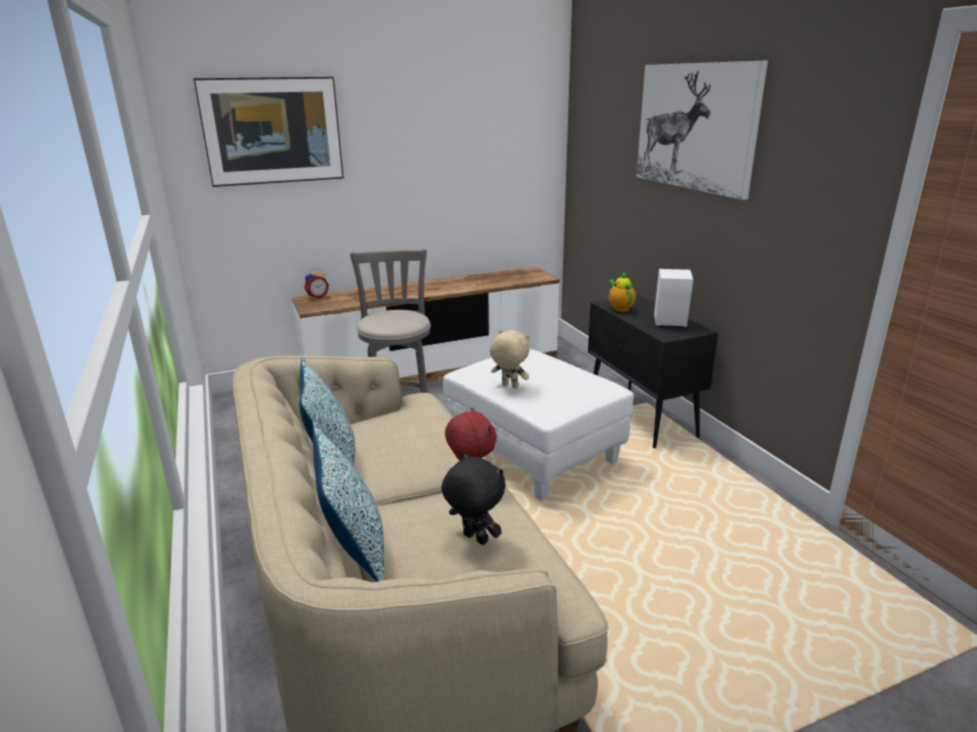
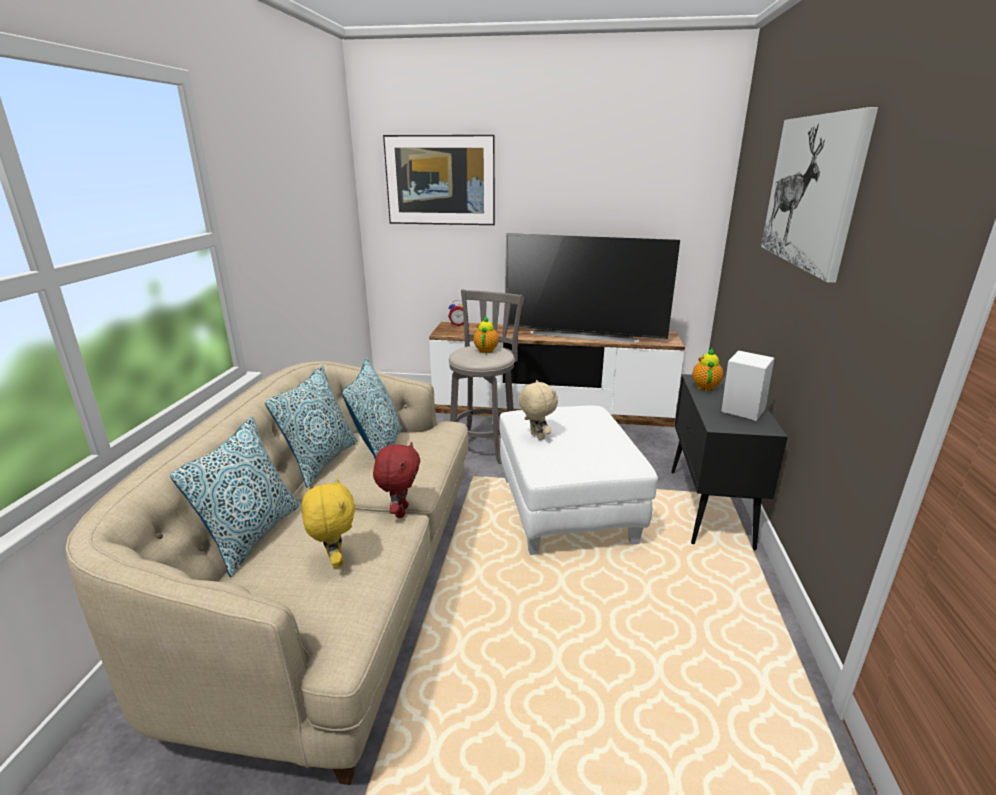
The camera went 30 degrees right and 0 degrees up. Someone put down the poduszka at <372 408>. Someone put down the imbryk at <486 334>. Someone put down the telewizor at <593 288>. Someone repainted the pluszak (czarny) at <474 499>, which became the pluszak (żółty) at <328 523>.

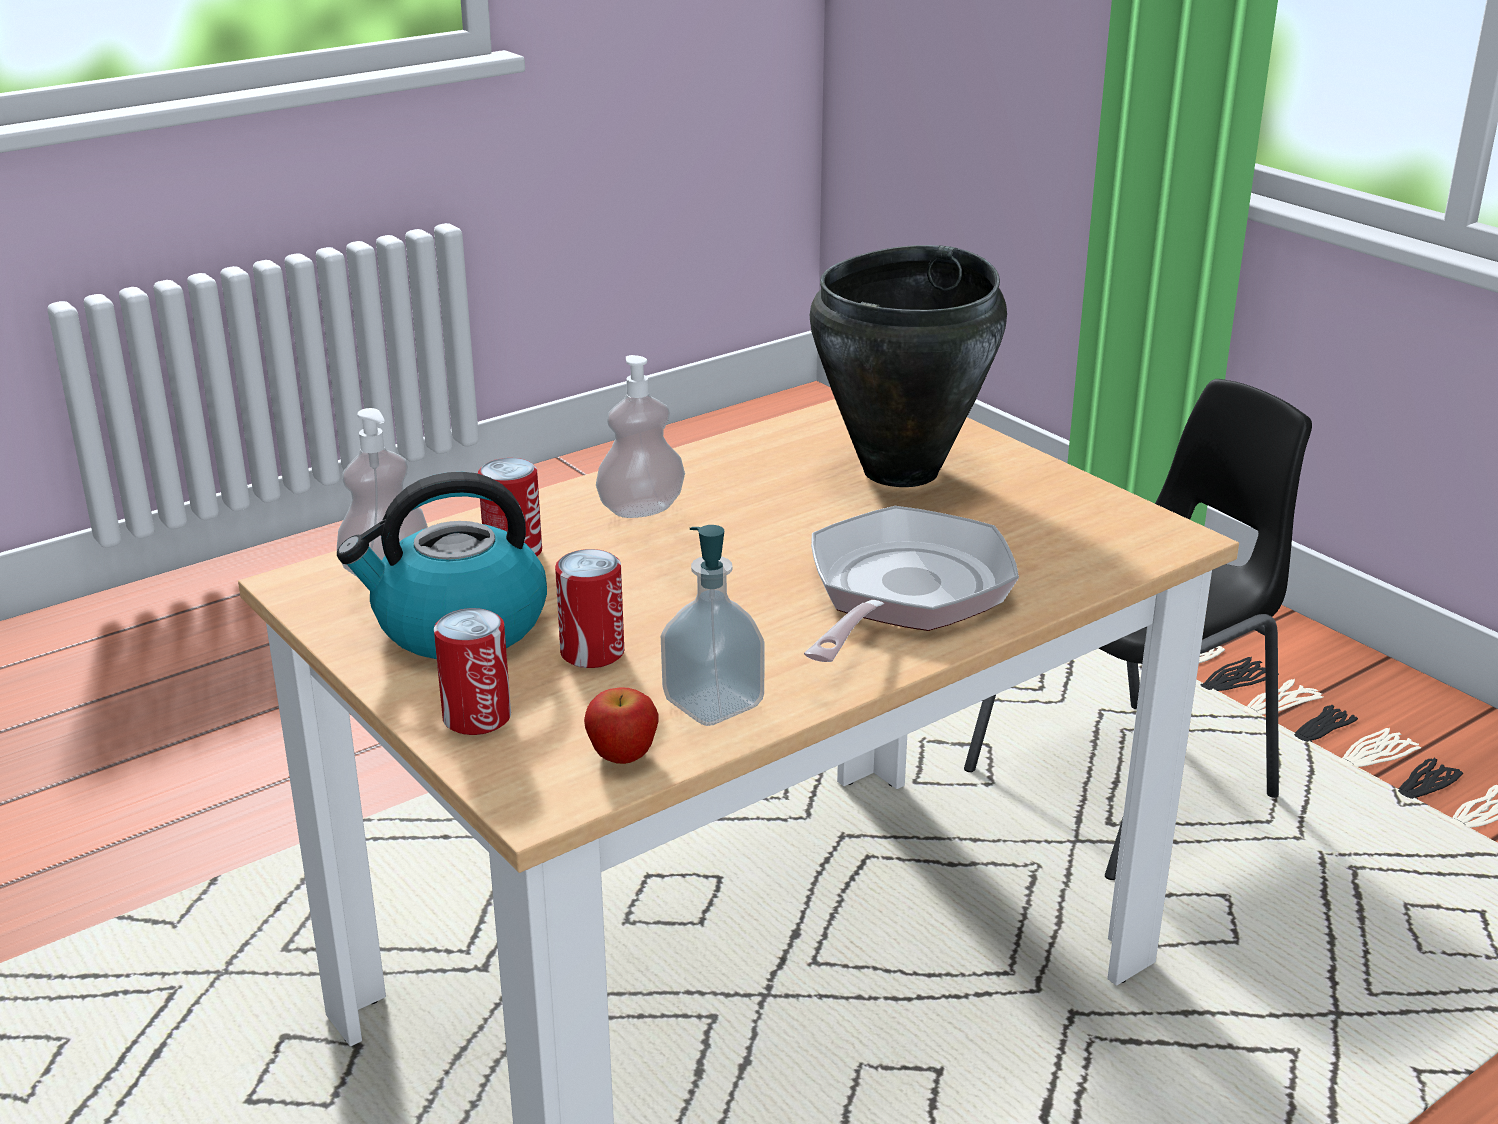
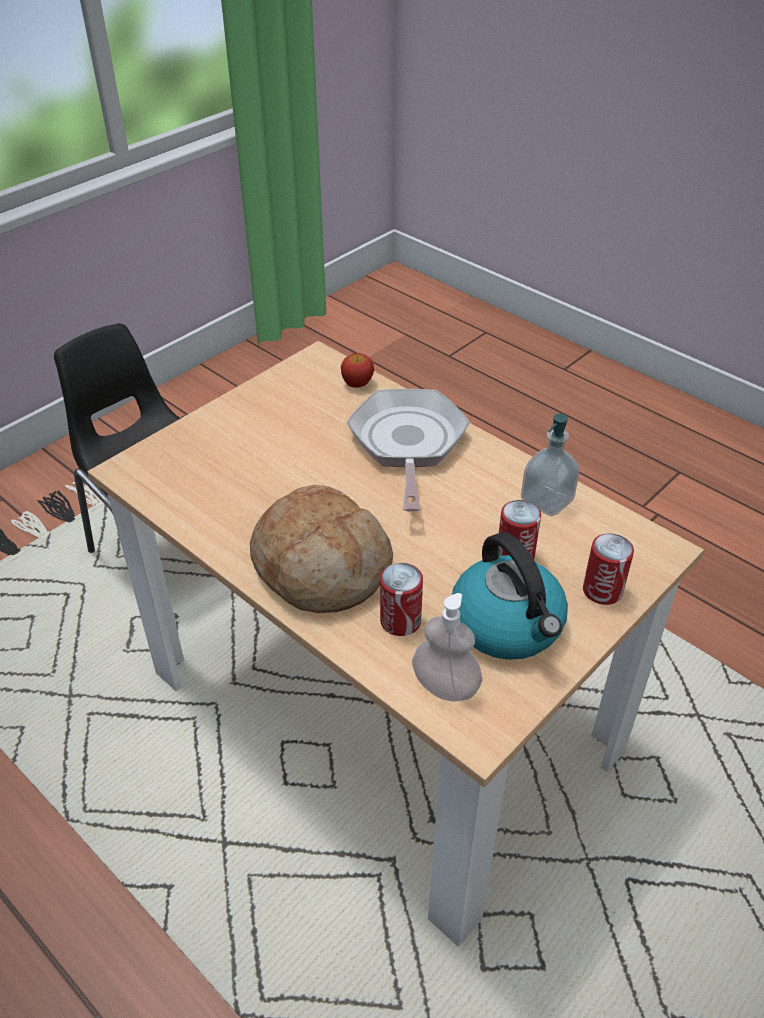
The camera went 100 degrees left and 15 degrees up. Someone took away the garnek (czarny) at <908 366>. Someone carried the jabłko from <621 726> to <357 370>. Someone swapped the dozownik mydła at <640 436> for the chleb at <321 549>. Someone rotated the patelnia at <911 584> by 75 degrees clockwise.

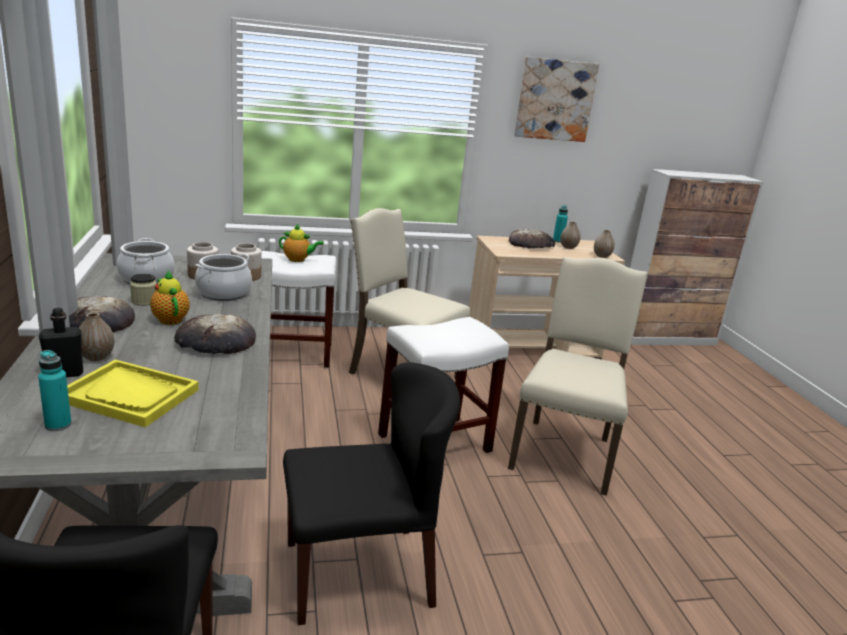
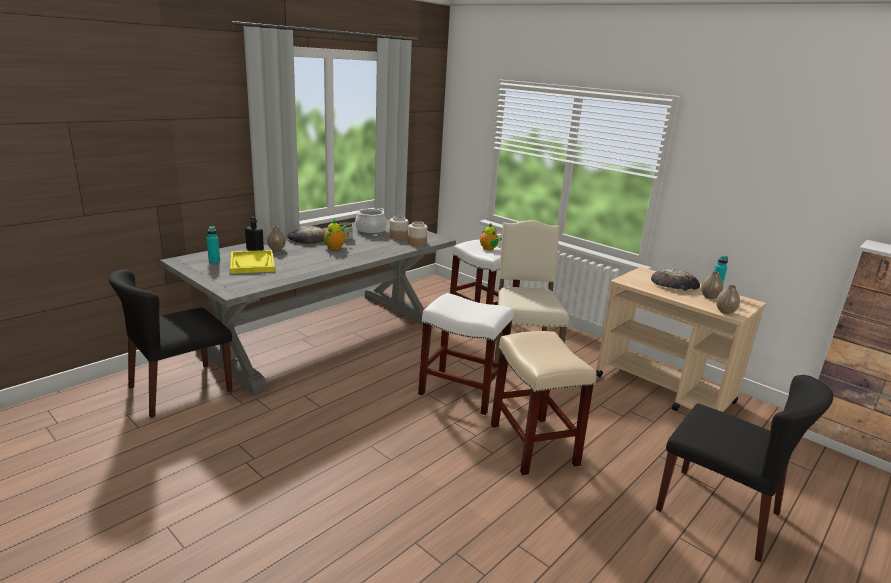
The camera went 55 degrees right and 0 degrees up. Someone took away the chleb at <215 334>. Someone took away the garnek at <223 277>. Someone took away the obraz at <556 99>. Someone carried the krzesło (czarny) from <371 493> to <744 469>. Someone swapped the krzesło (beżowy) at <577 376> for the stołek (beżowy) at <543 403>.

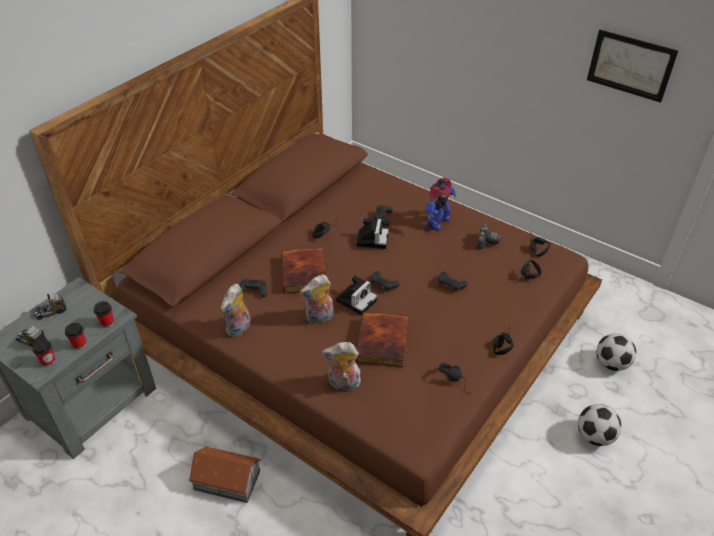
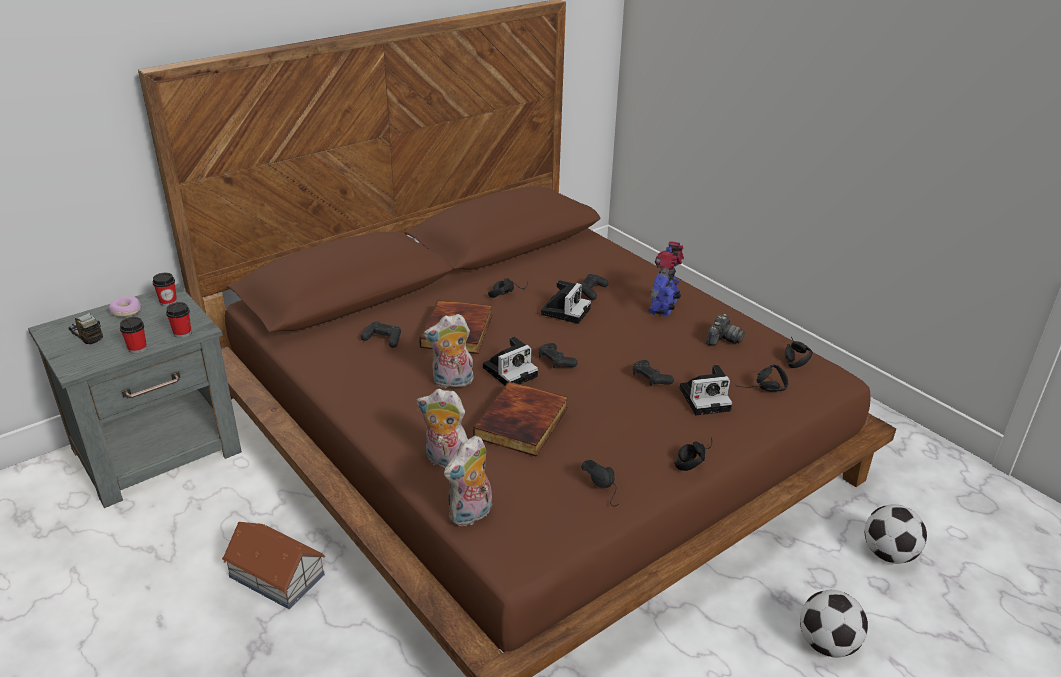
The camera went 15 degrees right and 10 degrees down. Someone took away the obraz at <632 66>. Someone put down the aparat fotograficzny at <706 390>. Someone carried the filiżanka from <43 353> to <165 290>. Someone carried the pluszak from <235 310> to <468 481>. Someone swapped the ciężarówka zabawkowa at <49 306> for the donut at <125 306>. Someone rotated the robot zabawkowy at <440 204> by 150 degrees clockwise.

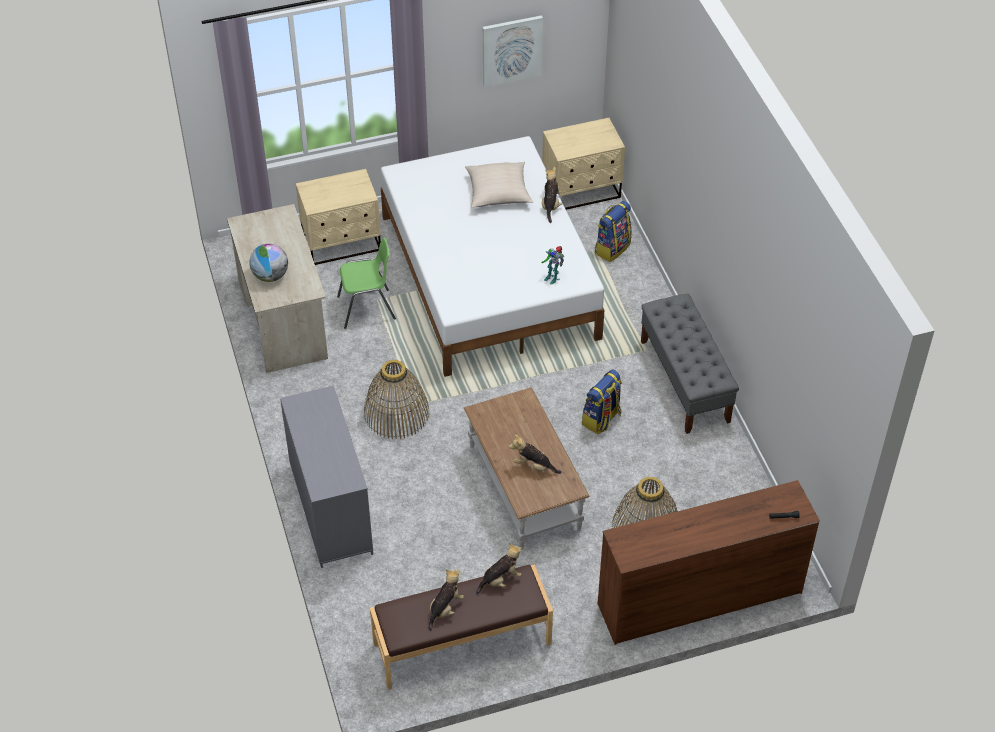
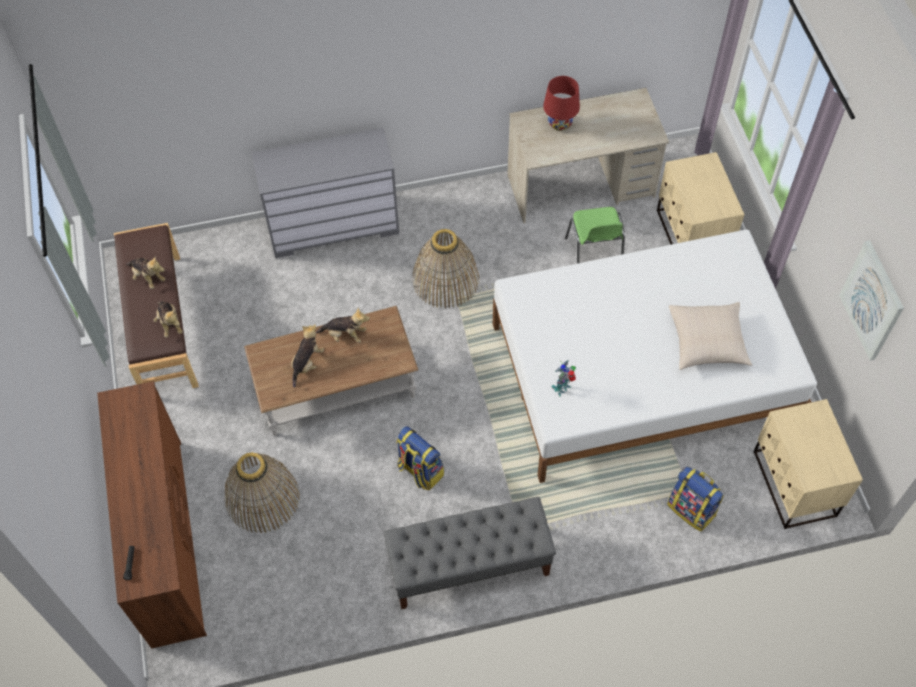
The camera went 95 degrees right and 10 degrees up. Someone carried the pluszak from <552 195> to <343 325>. Someone swapped the globus at <268 262> for the lampa stołowa (czerwony) at <561 103>.

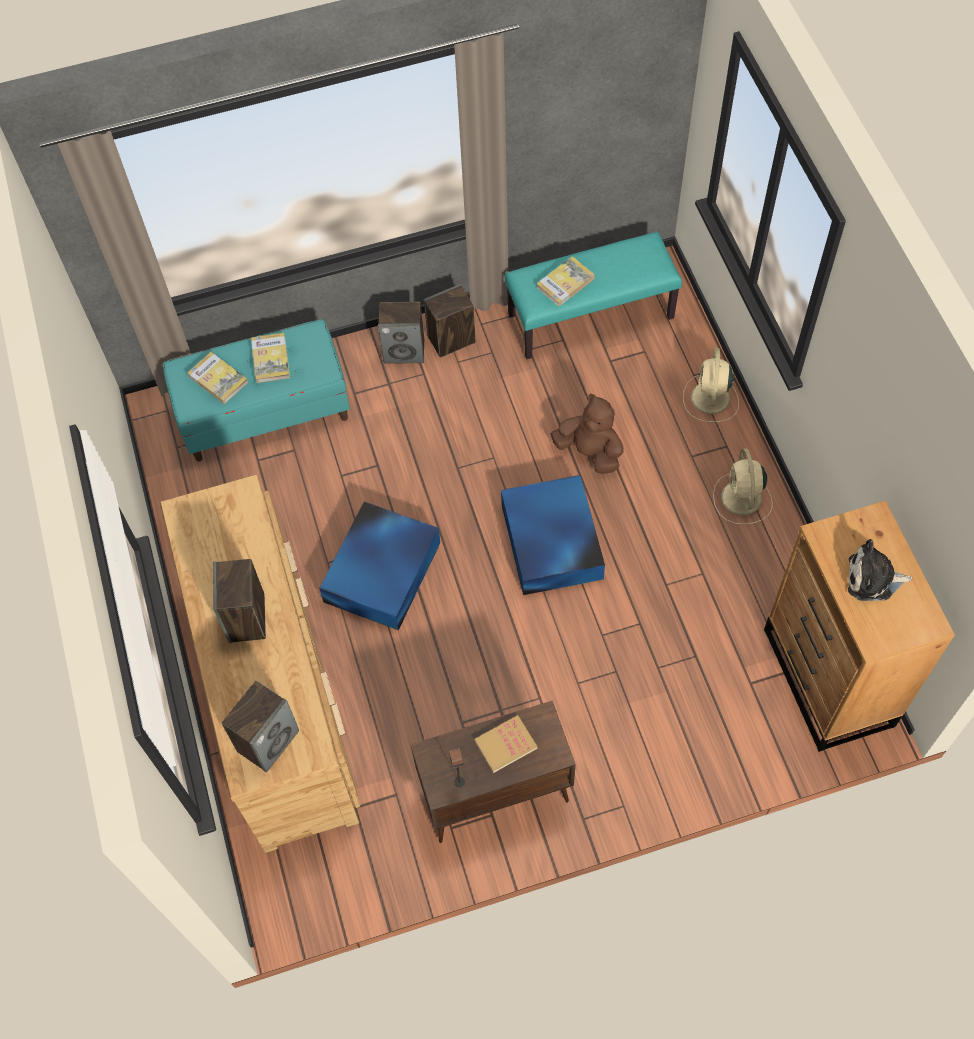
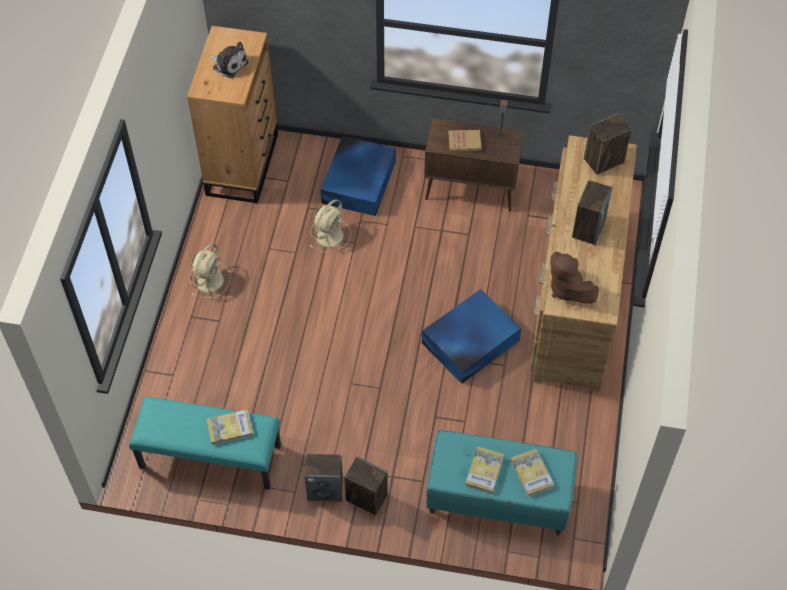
The camera went 155 degrees left and 5 degrees down. Someone carried the pojemnik do przechowywania (niebieski) from <553 535> to <358 176>. Someone carried the pluszak (brązowy) from <587 434> to <574 278>. Someone carried the wentylator (beżowy) from <711 385> to <330 226>.

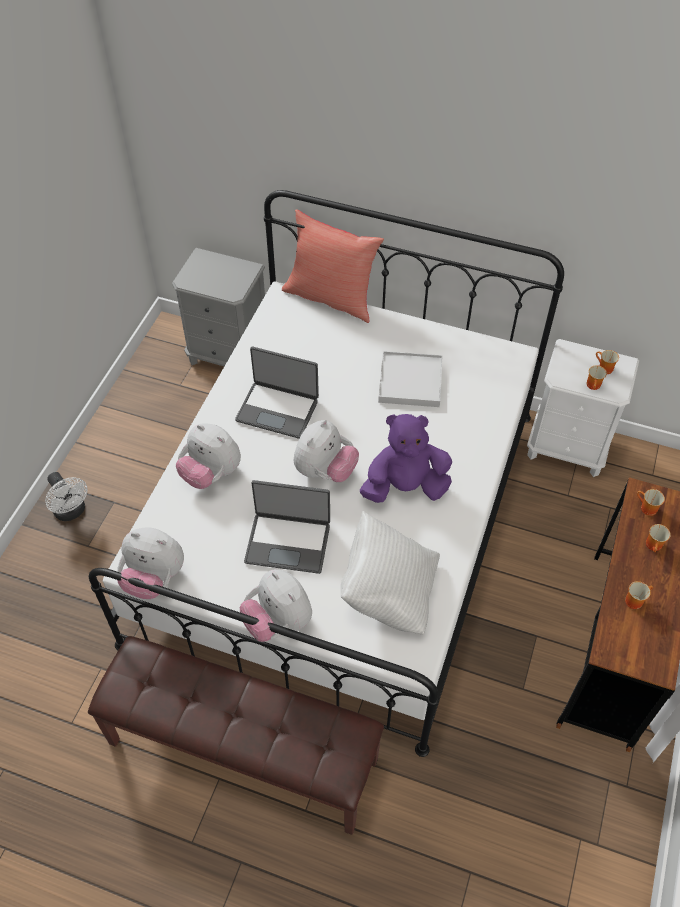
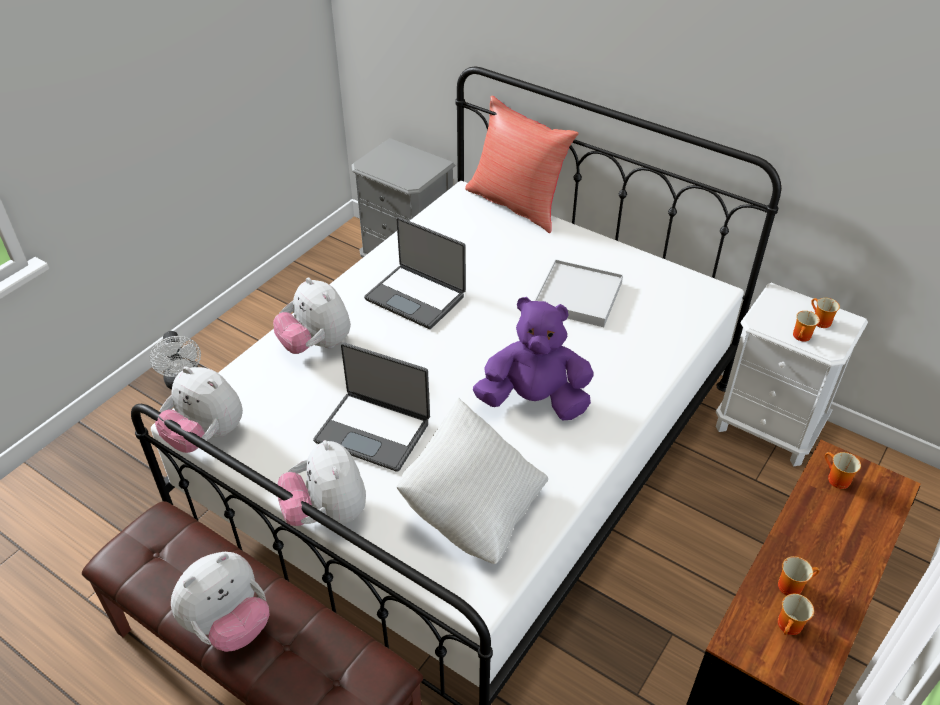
The camera went 15 degrees right and 10 degrees down. Someone carried the pluszak from <326 451> to <220 602>. Someone carried the kubek from <658 538> to <796 614>.

